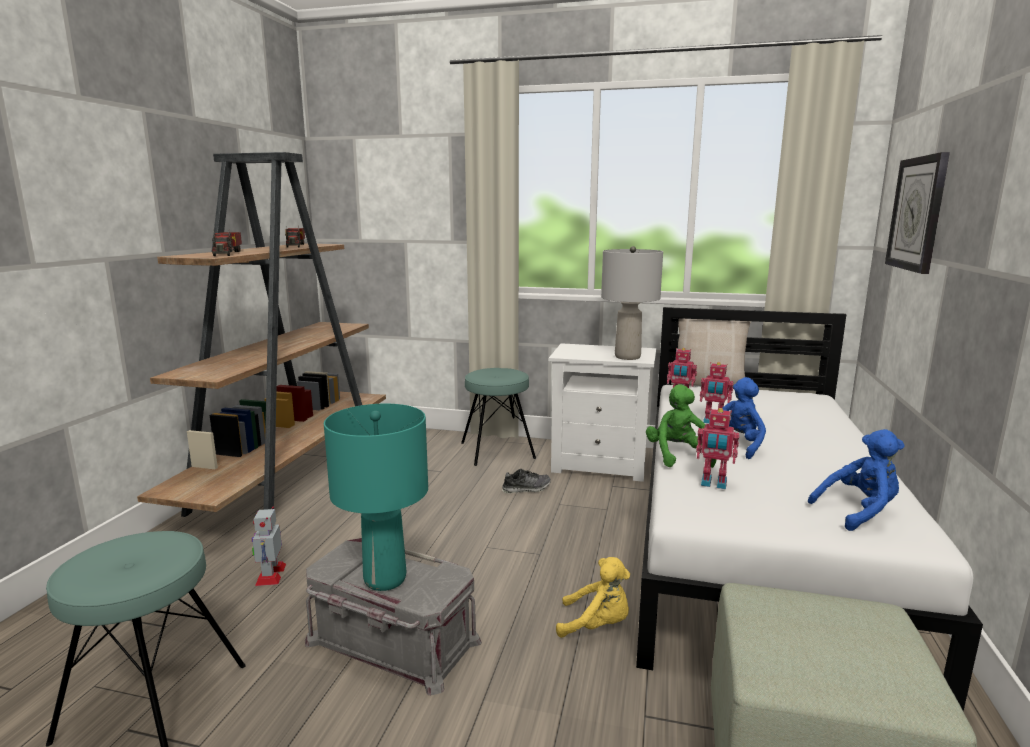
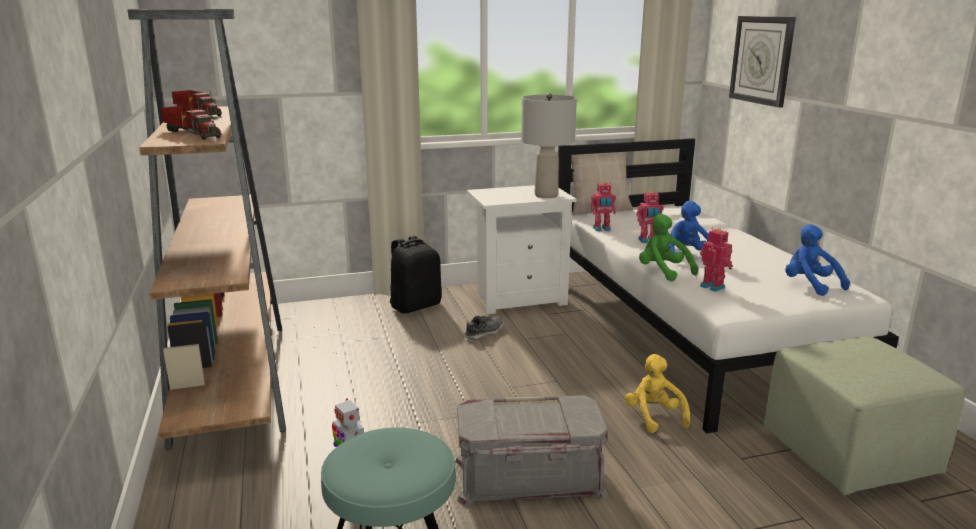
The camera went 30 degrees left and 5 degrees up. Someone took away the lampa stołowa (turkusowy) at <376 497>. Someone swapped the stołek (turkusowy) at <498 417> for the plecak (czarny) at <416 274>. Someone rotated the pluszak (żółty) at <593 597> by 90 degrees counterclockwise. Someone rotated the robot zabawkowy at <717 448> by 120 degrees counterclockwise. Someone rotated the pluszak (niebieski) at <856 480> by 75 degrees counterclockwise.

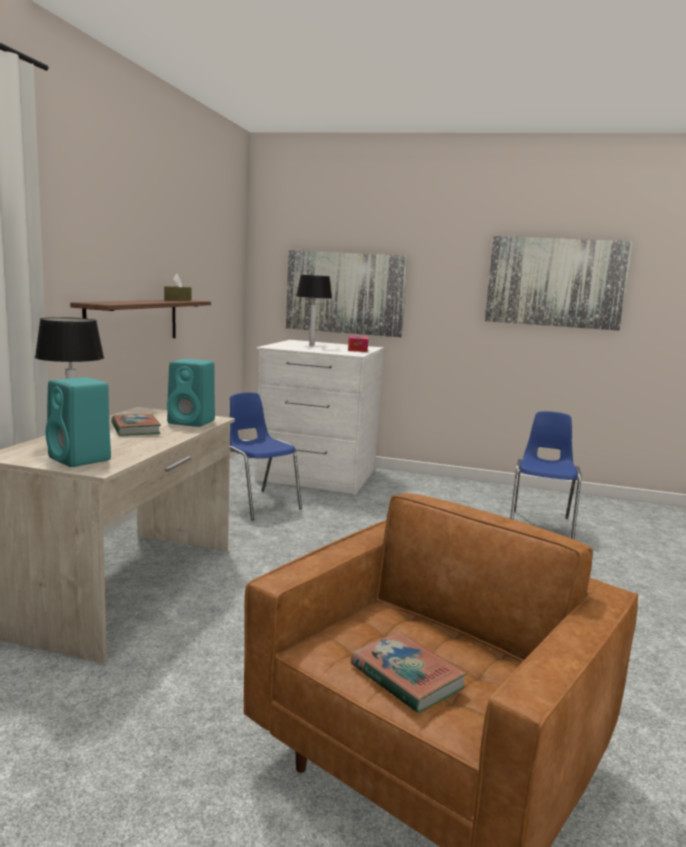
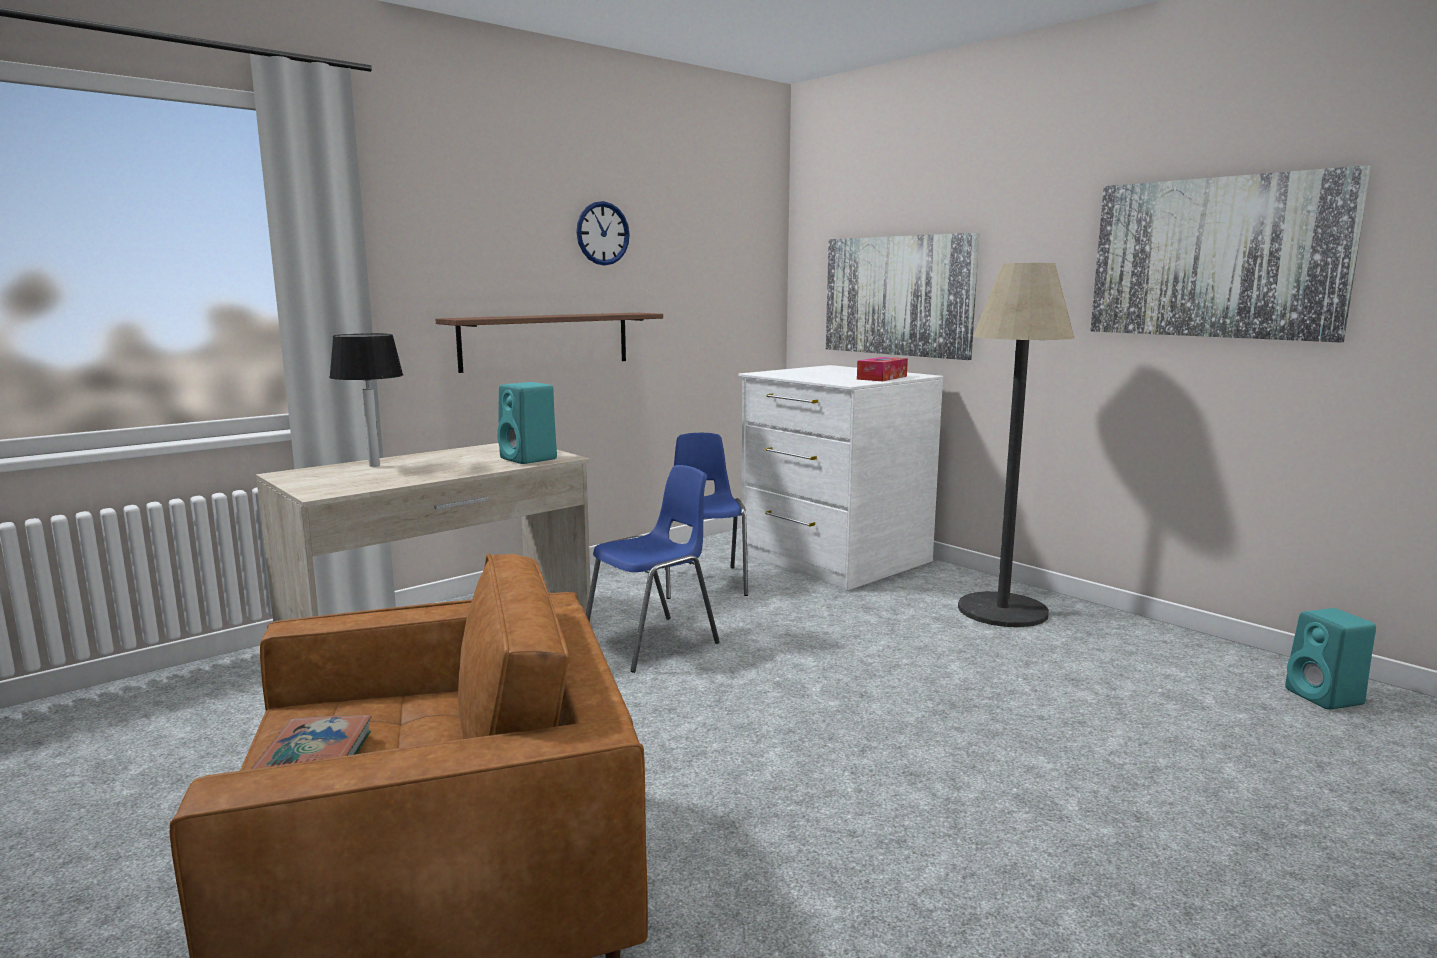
The camera went 35 degrees right and 0 degrees up. Someone took away the książka at <136 425>. Someone took away the pudełko chusteczek (brązowy) at <178 287>. Someone took away the lampa stołowa at <314 310>. Someone put up the zegar ścienny at <603 233>. Someone put down the lampa stojąca at <1016 445>. Someone carried the głośnik (turkusowy) from <78 422> to <1330 659>. Someone carried the krzesło (niebieski) from <546 475> to <653 569>.

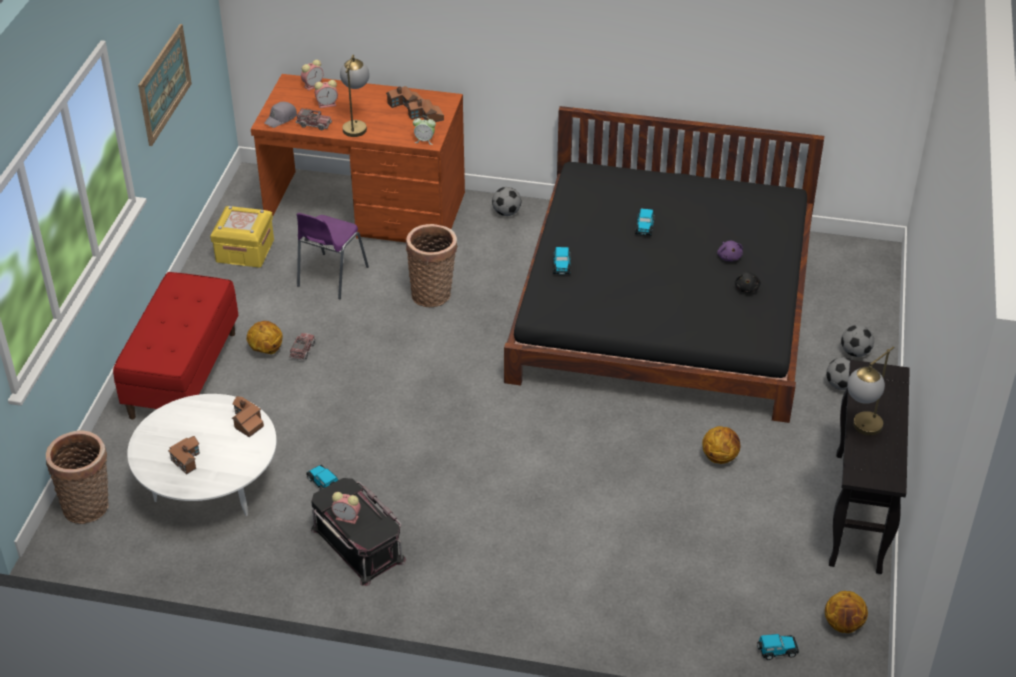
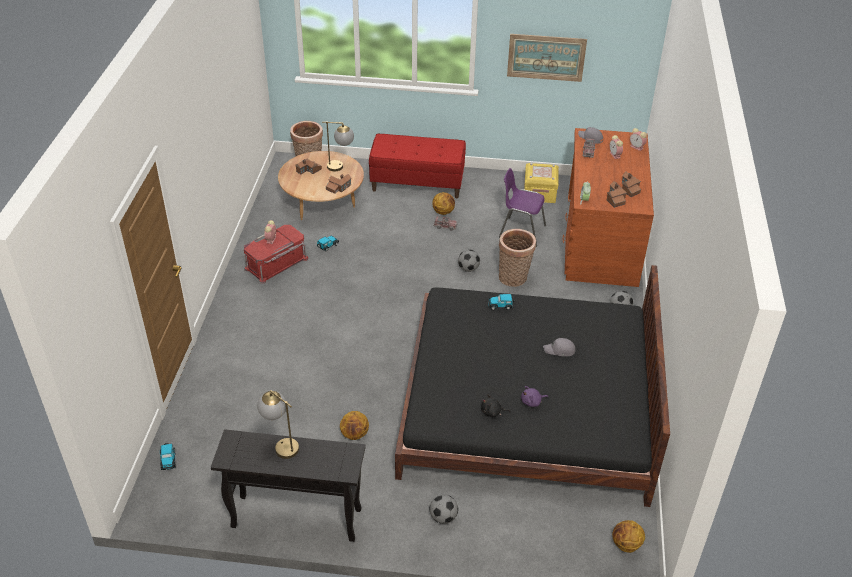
The camera went 85 degrees right and 0 degrees up. Someone carried the lampa stołowa from <355 96> to <338 146>. Someone carried the piłka do koszykówki from <846 612> to <628 536>. Someone carried the piłka futbolowa from <857 341> to <469 261>. Someone swapped the samochodzik at <645 222> for the czapka z daszkiem (szary) at <559 347>. Someone repainted the ława (biały) at <202 455>, which became the ława (brązowy) at <321 185>. Someone repainted the pojemnik do przechowywania (czarny) at <358 532>, which became the pojemnik do przechowywania (czerwony) at <276 254>.

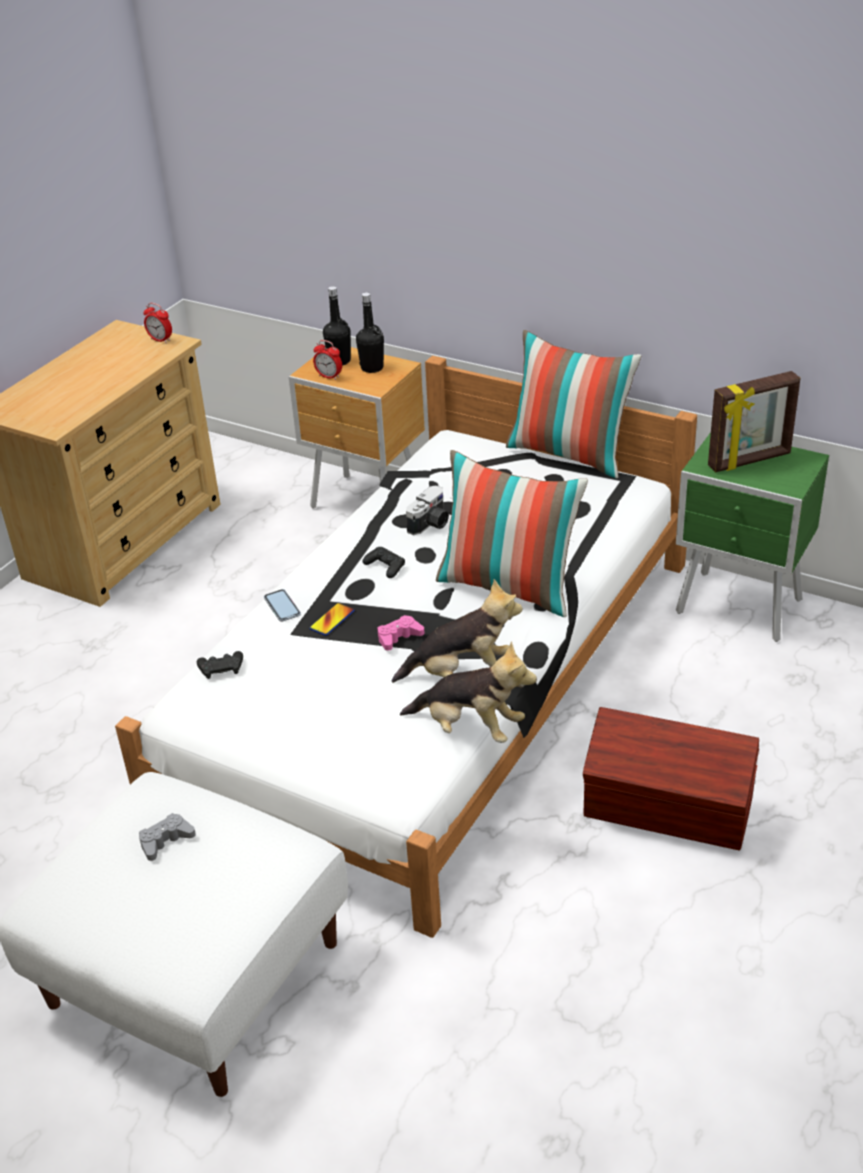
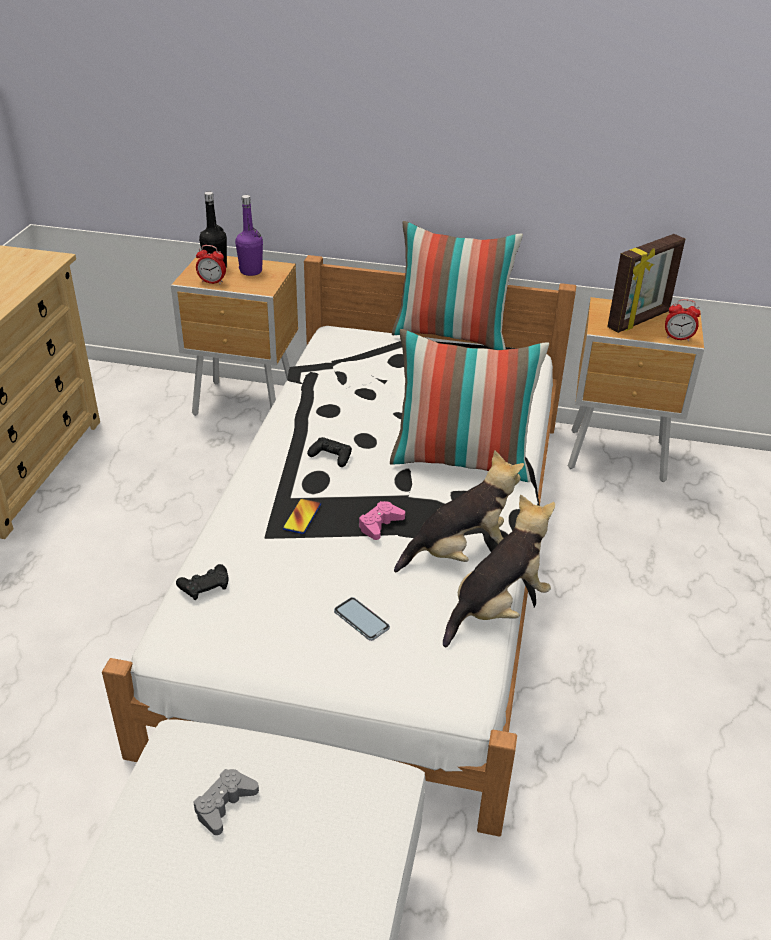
The camera went 20 degrees left and 0 degrees up. Someone took away the aparat fotograficzny at <427 510>. Someone took away the pojemnik do przechowywania (brązowy) at <671 778>. Someone carried the budzik from <157 323> to <683 320>. Someone carried the telefon from <282 605> to <362 619>. Someone repainted the butelka (czarny) at <370 332>, which became the butelka (fioletowy) at <249 235>. Someone repainted the szafka nocna (zielony) at <752 537>, which became the szafka nocna (brązowy) at <636 389>. Someone rotated the pluszak at <468 692> by 45 degrees counterclockwise.

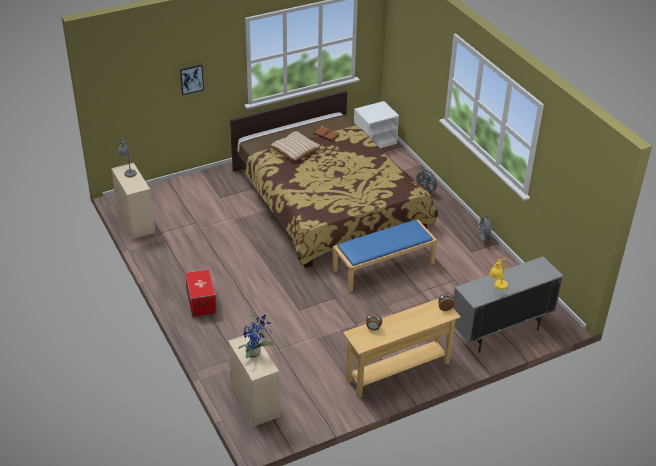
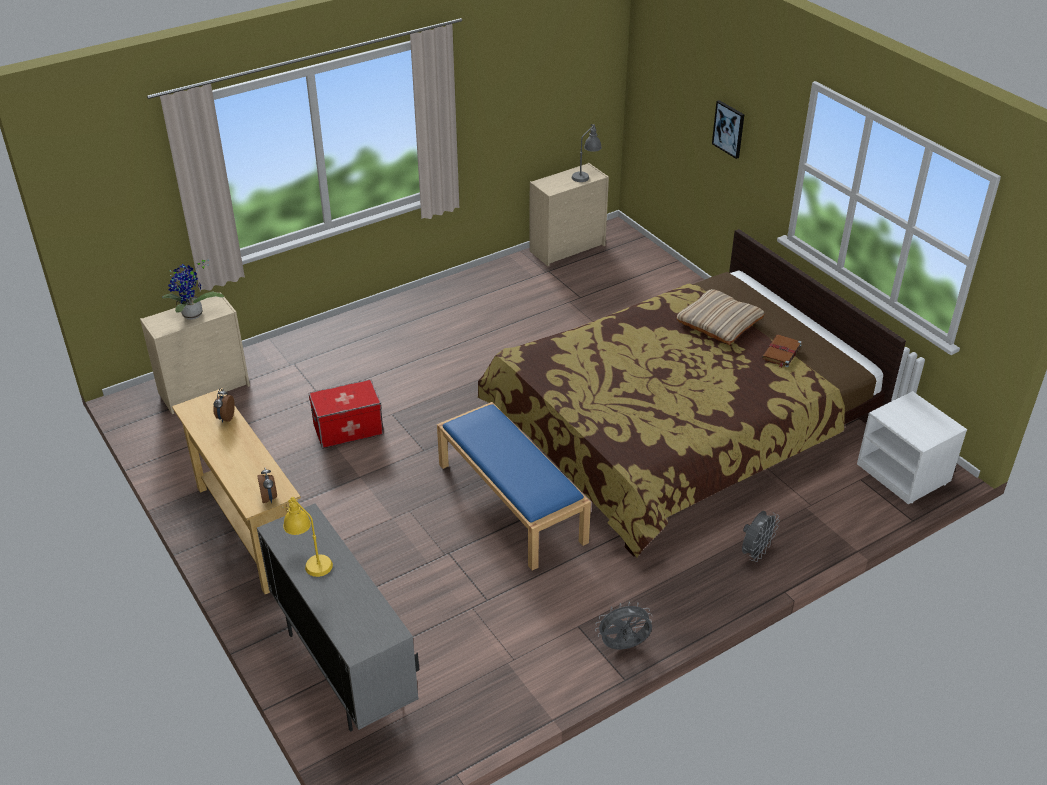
The camera went 85 degrees right and 0 degrees up. Someone carried the pojemnik do przechowywania from <201 293> to <346 413>.

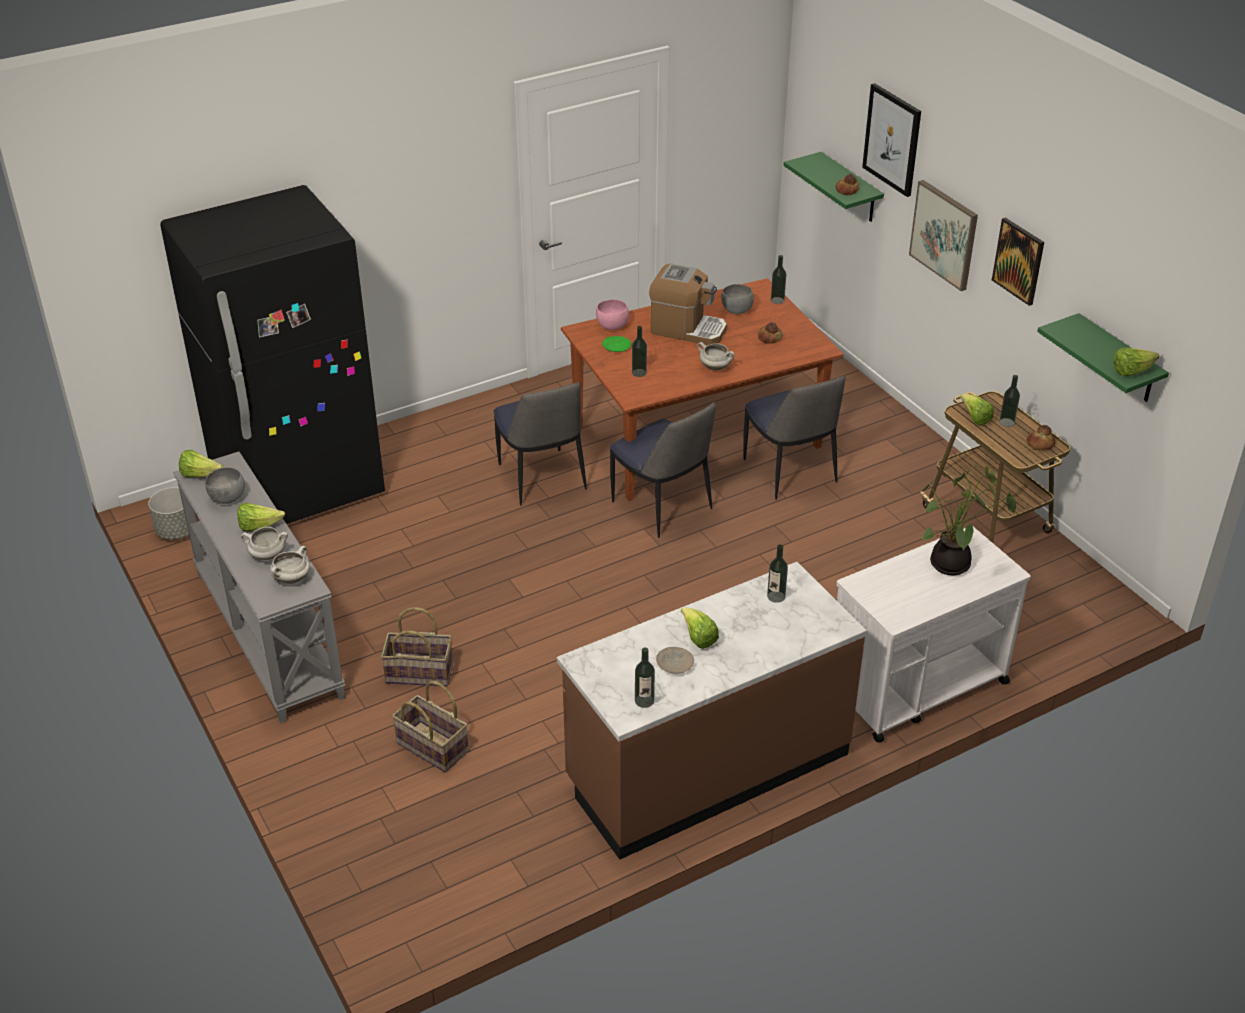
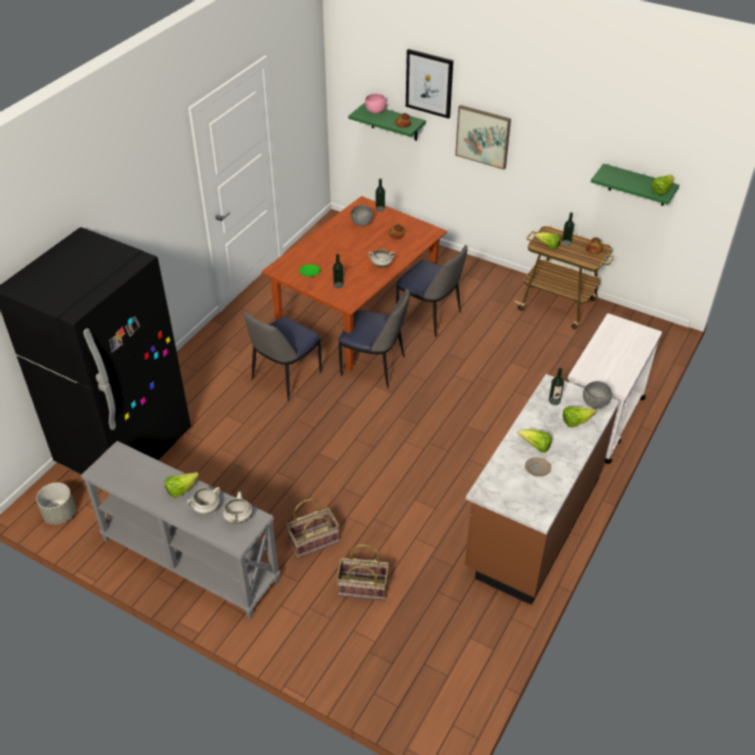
The camera went 30 degrees left and 5 degrees up. Someone took away the butelka at <645 677>. Someone took away the ekspres do kawy at <688 304>. Someone took away the roślina doniczkowa at <968 521>. Someone took away the obraz at <1018 261>. Someone carried the sałata from <201 463> to <579 416>. Someone carried the miska (szary) from <225 486> to <597 395>. Someone carried the miska (różowy) from <612 314> to <376 104>. Someone rotated the krzesło at <540 444> by 90 degrees clockwise.

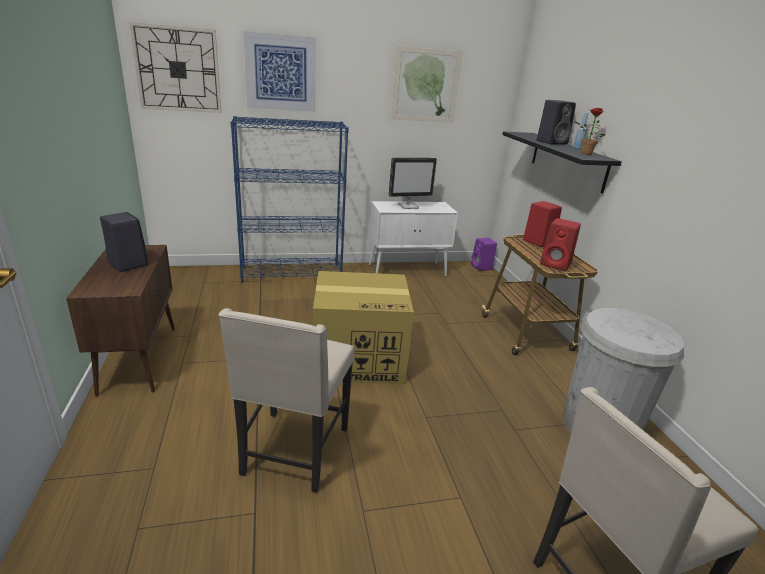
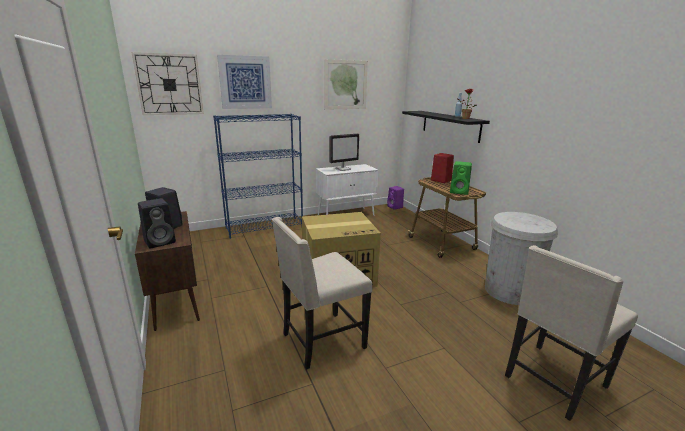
The camera went 10 degrees left and 5 degrees down. Someone carried the głośnik (czarny) from <556 122> to <157 223>. Someone repainted the głośnik (czerwony) at <560 244>, which became the głośnik (zielony) at <461 178>. Someone rotated the krzesło (beżowy) at <286 400> by 60 degrees clockwise.

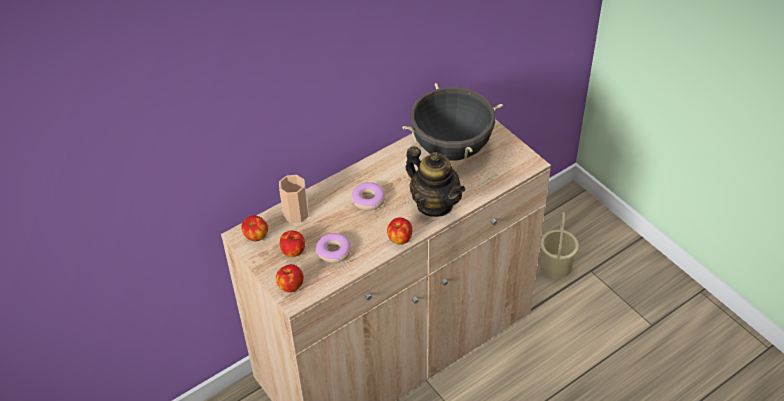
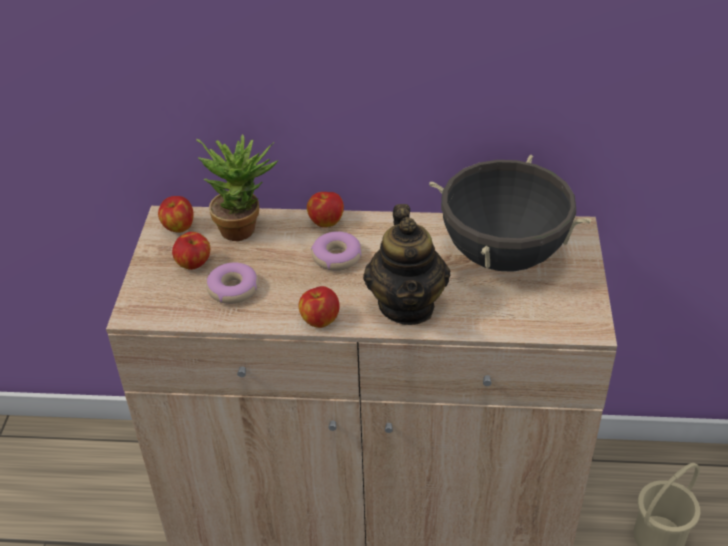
The camera went 40 degrees right and 5 degrees down. Someone carried the jabłko from <290 278> to <325 209>. Someone swapped the filiżanka at <294 199> for the roślina doniczkowa at <237 187>.

